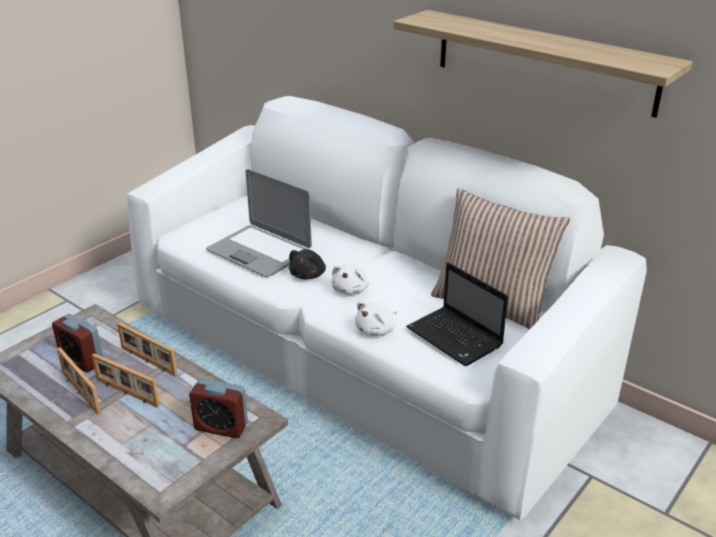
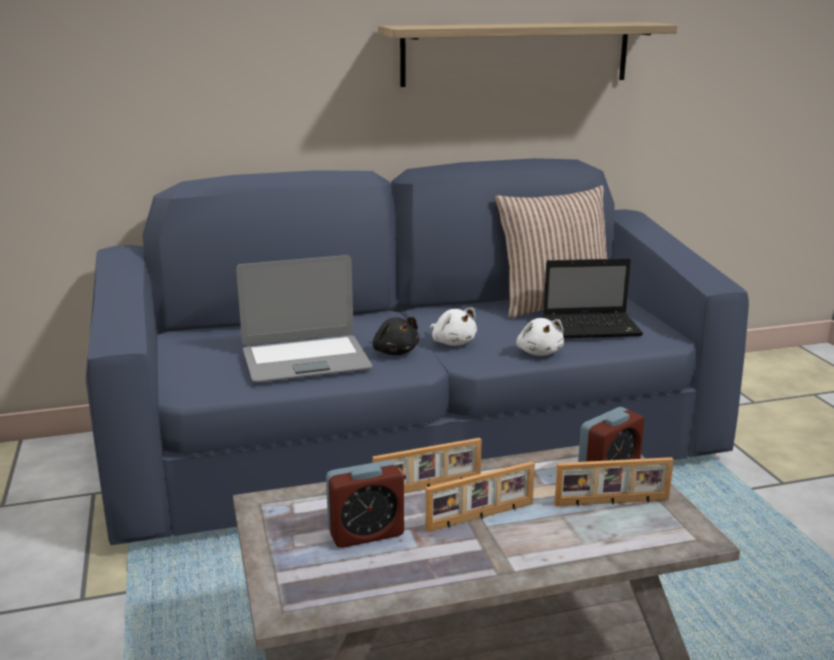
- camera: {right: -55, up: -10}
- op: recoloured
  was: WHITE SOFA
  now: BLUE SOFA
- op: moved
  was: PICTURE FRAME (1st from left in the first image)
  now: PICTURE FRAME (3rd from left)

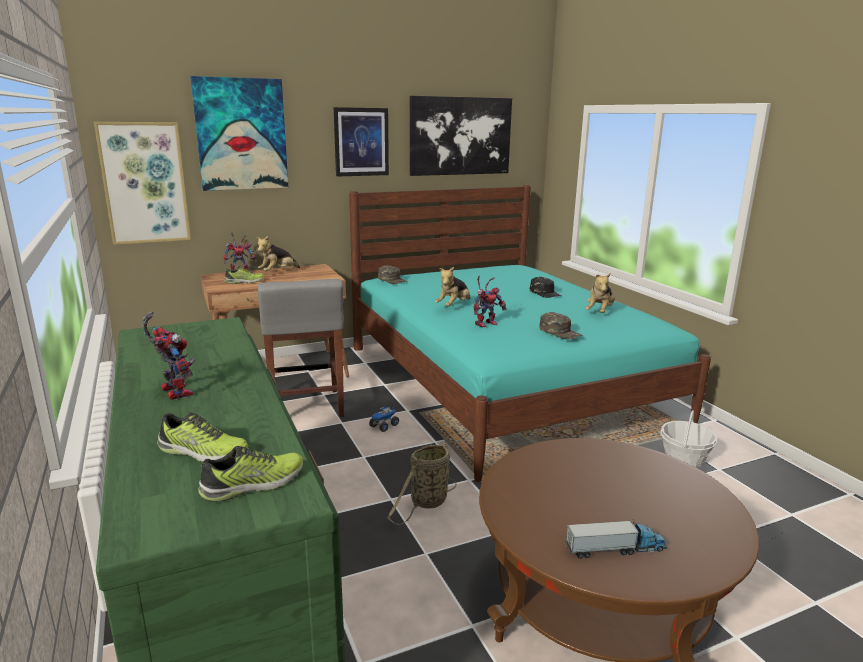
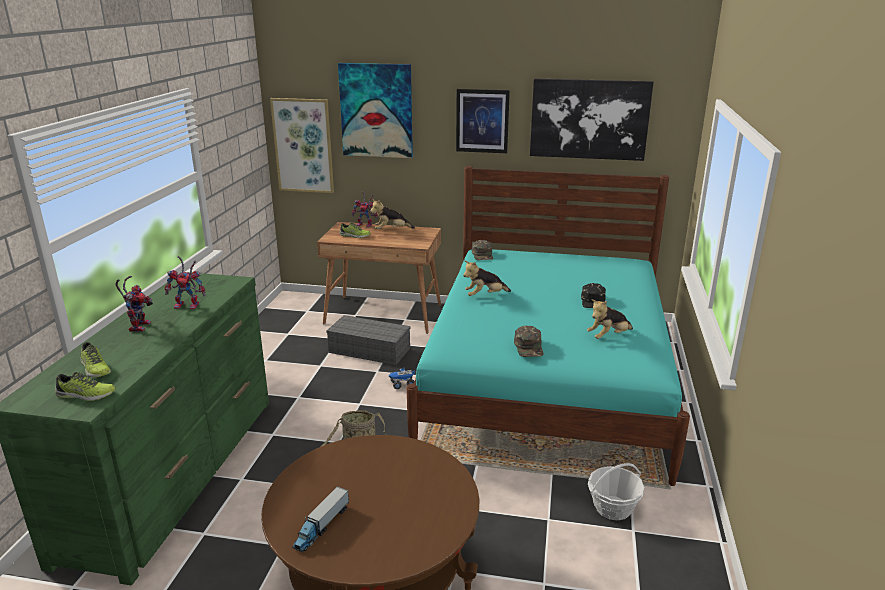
- camera: {right: 35, up: 5}
- op: moved
  was: TOY ROBOT (3rd from left in the first image)
  now: TOY ROBOT (2nd from left)
- op: turned
  was: TOY TRUCK (2nd from left in the first image)
  clockwise: 90
- op: replaced
  was: GREY STOOL
  now: GREY STORAGE BOX

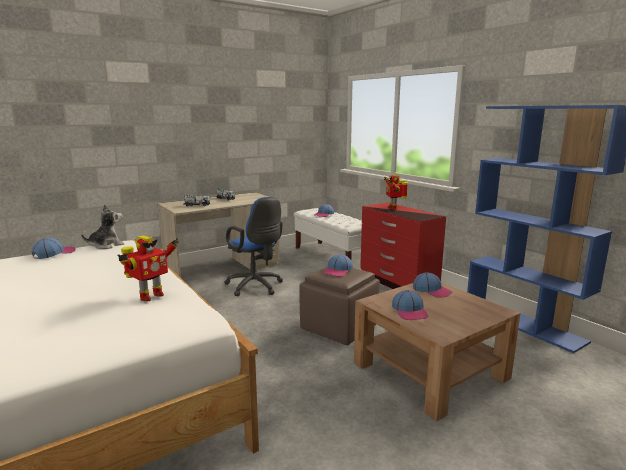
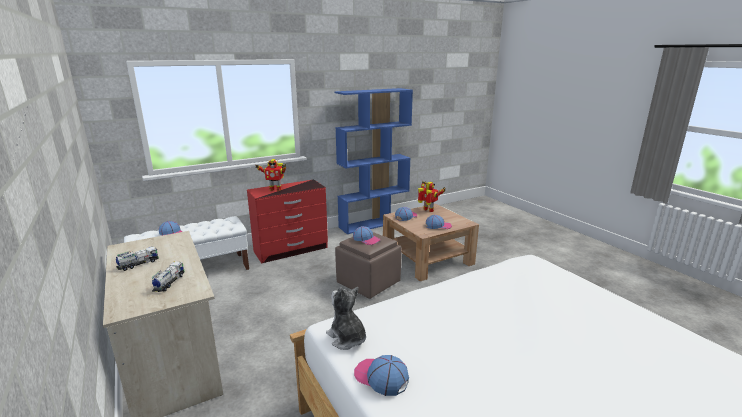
- camera: {right: -85, up: 5}
- op: moved
  was: TOY ROBOT (1st from left in the first image)
  now: TOY ROBOT (2nd from left)
- op: removed
  was: BLUE OFFICE CHAIR

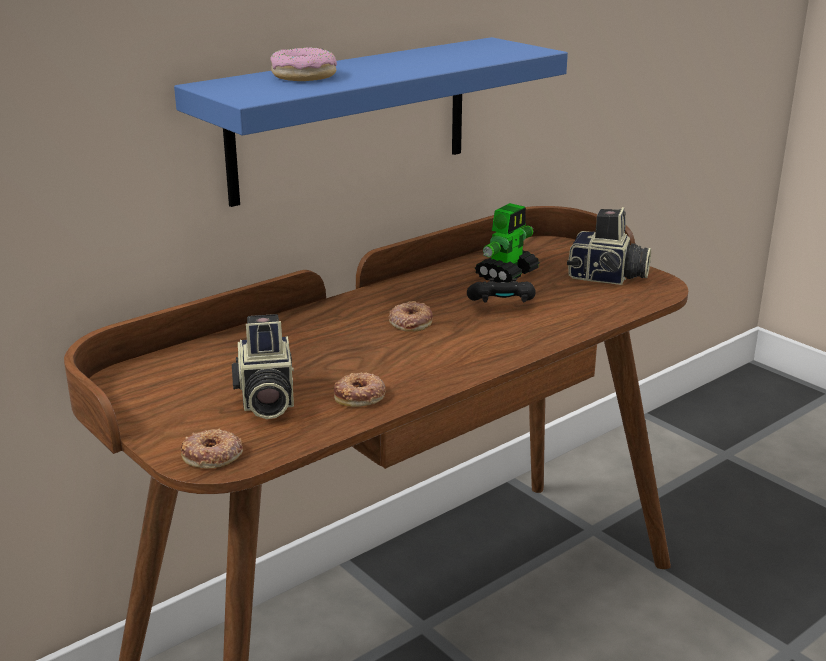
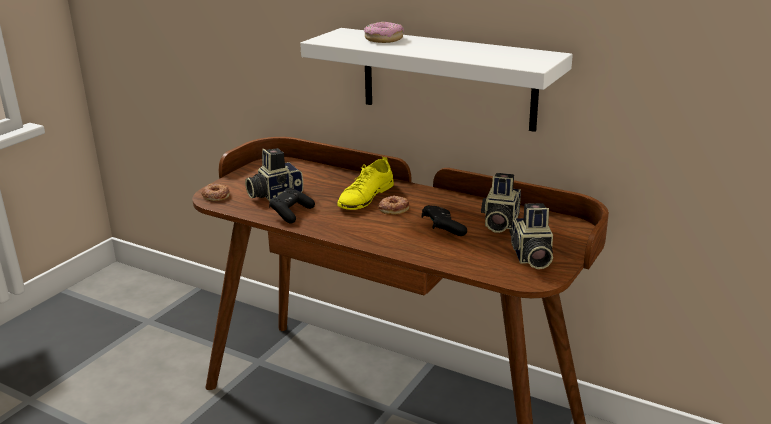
- camera: {right: 70, up: 0}
- op: replaced
  was: DONUT (3rd from left)
  now: BLACK GAME CONTROLLER (1st from left)
- op: recoloured
  was: BLUE SHELF
  now: WHITE SHELF
- op: added
  now: YELLOW SHOE
- op: replaced
  was: TOY ROBOT
  now: PHOTO CAMERA (2nd from left)

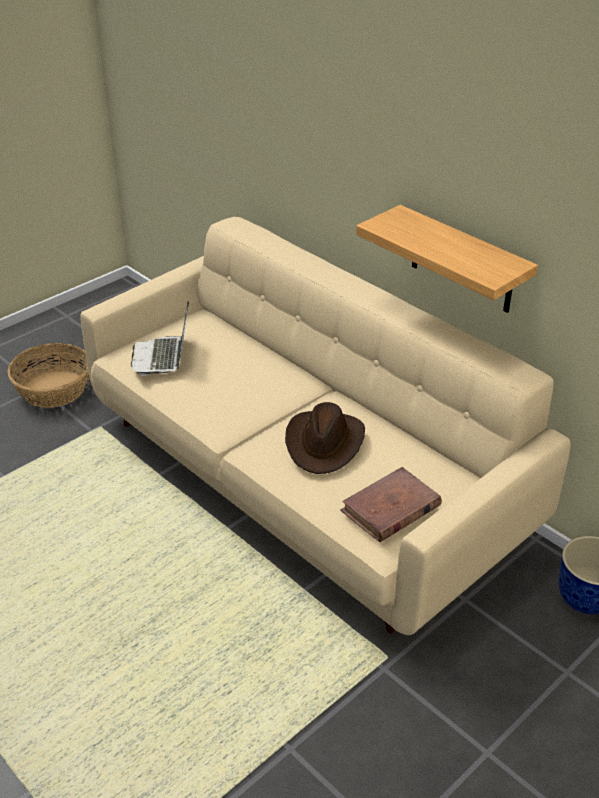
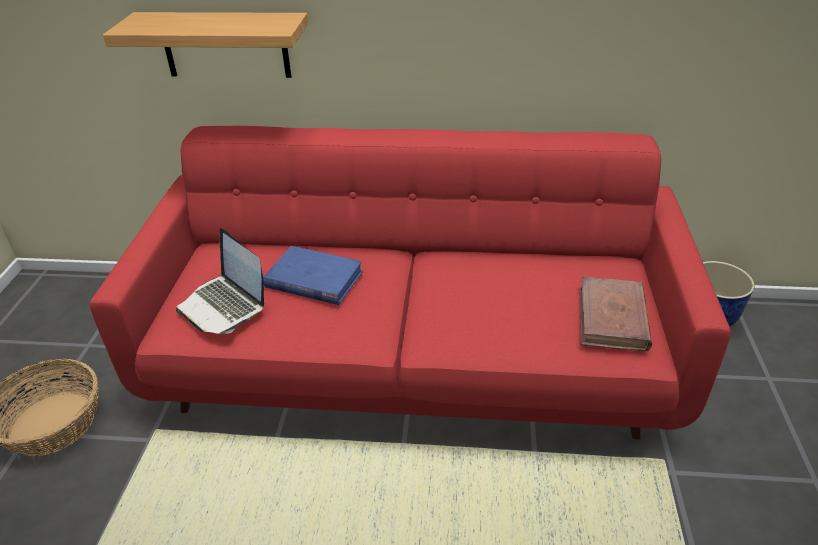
- camera: {right: -40, up: 0}
- op: recoloured
  was: BEIGE SOFA
  now: RED SOFA
- op: moved
  was: SHELF
- op: added
  now: BLUE BOOK
- op: removed
  was: BROWN HAT

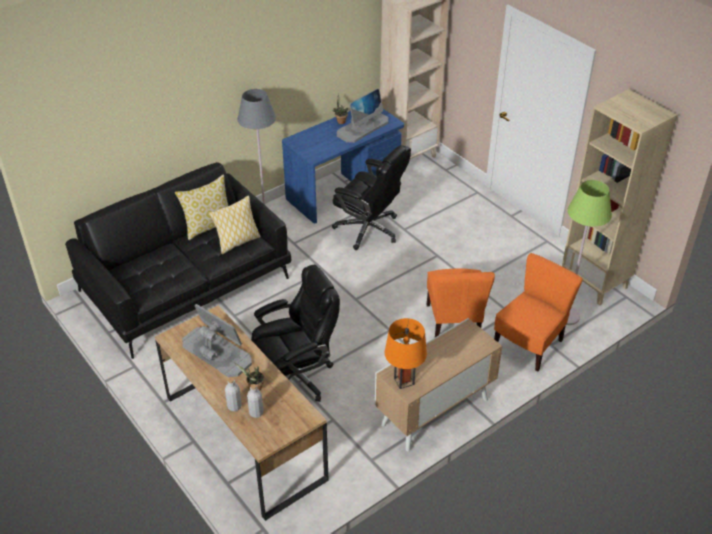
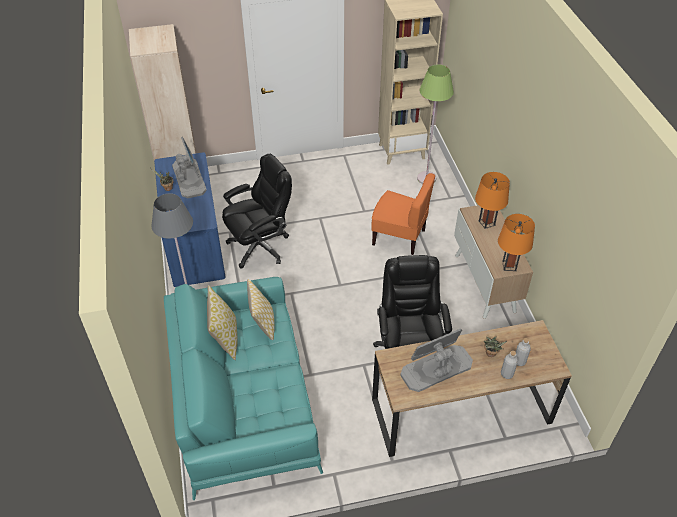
- camera: {right: -65, up: 5}
- op: recoloured
  was: BLACK SOFA
  now: TURQUOISE SOFA
- op: added
  now: ORANGE TABLE LAMP (1st from left)
- op: removed
  was: ORANGE CHAIR (2nd from left)

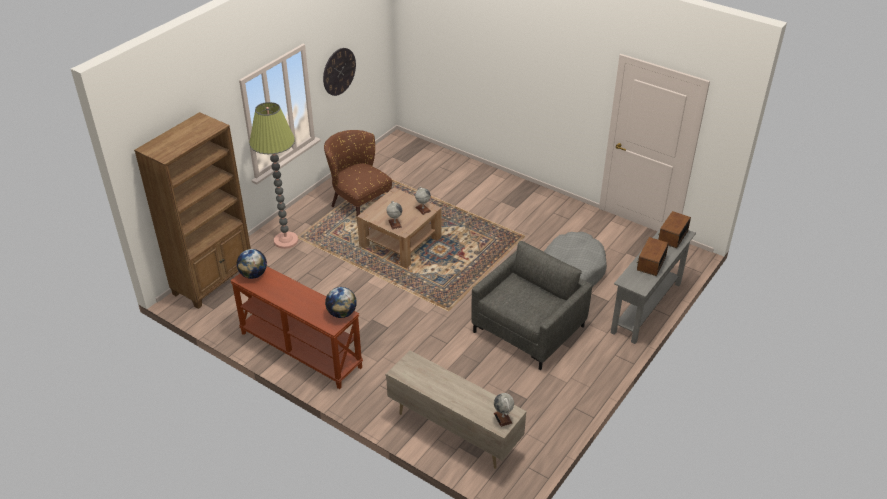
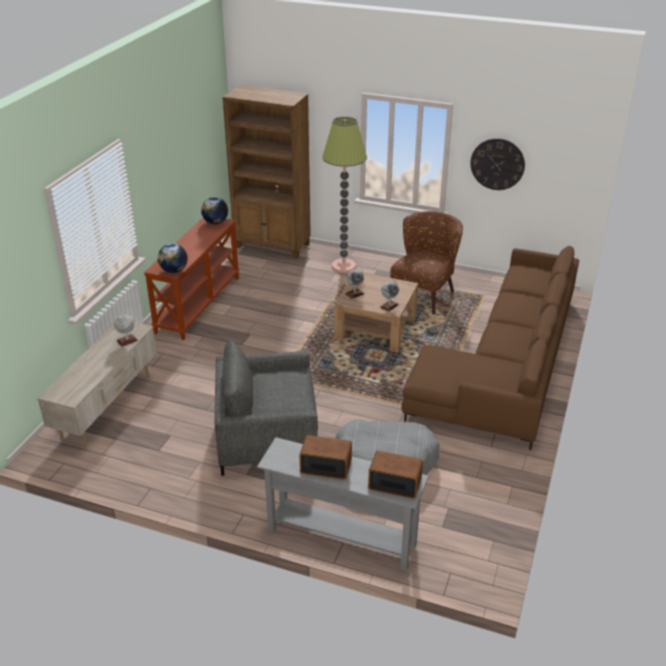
- camera: {right: 75, up: -5}
- op: moved
  was: GLOBE (5th from left in the first image)
  now: GLOBE (1st from left)
- op: turned
  was: GREY ARMCHAIR
  clockwise: 150
- op: added
  now: BROWN SOFA

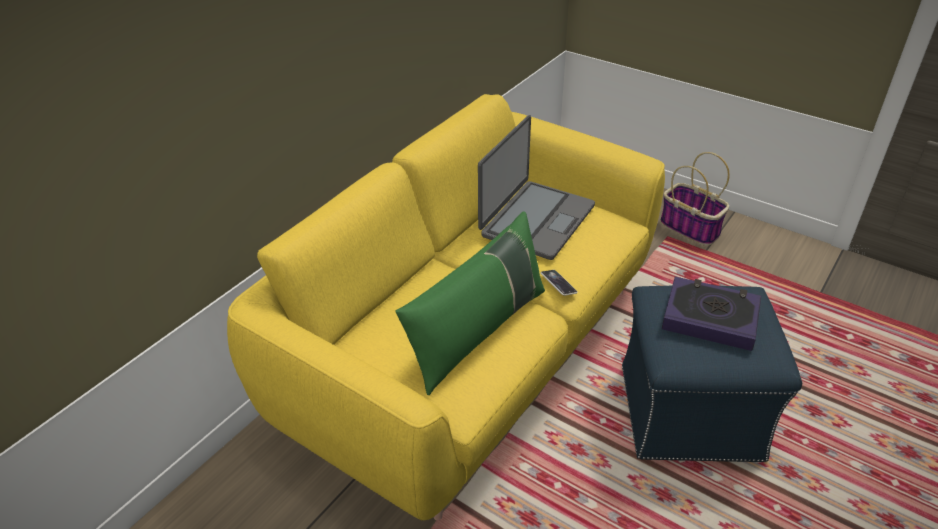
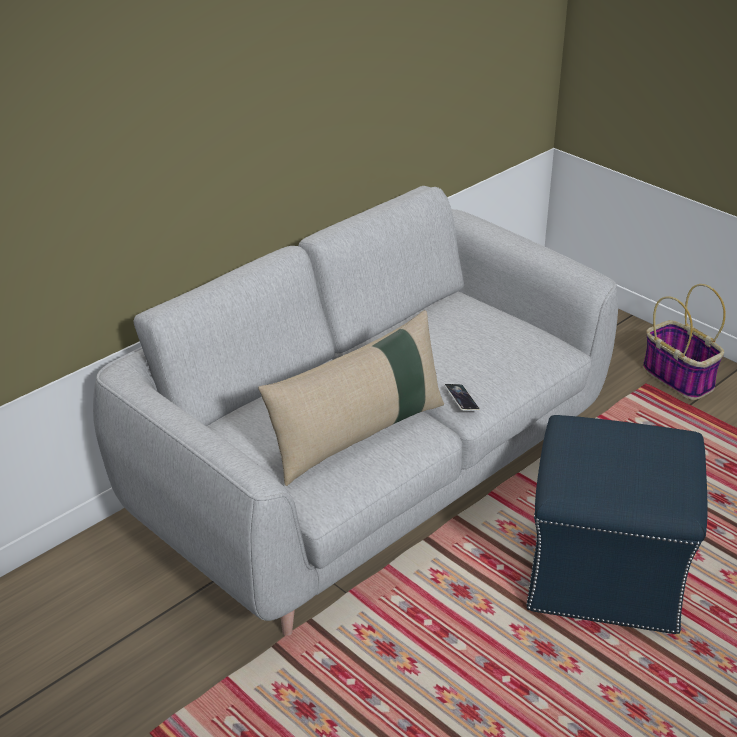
- camera: {right: 10, up: -5}
- op: recoloured
  was: YELLOW SOFA
  now: GREY SOFA
- op: recoloured
  was: GREEN PILLOW
  now: BEIGE PILLOW
- op: removed
  was: LAPTOP
- op: removed
  was: BOOK

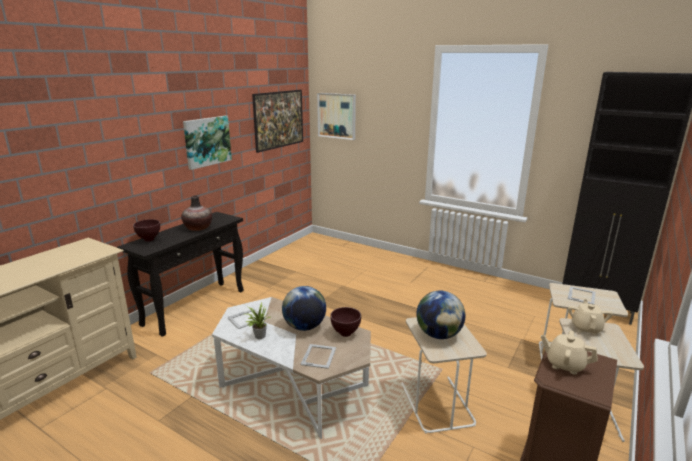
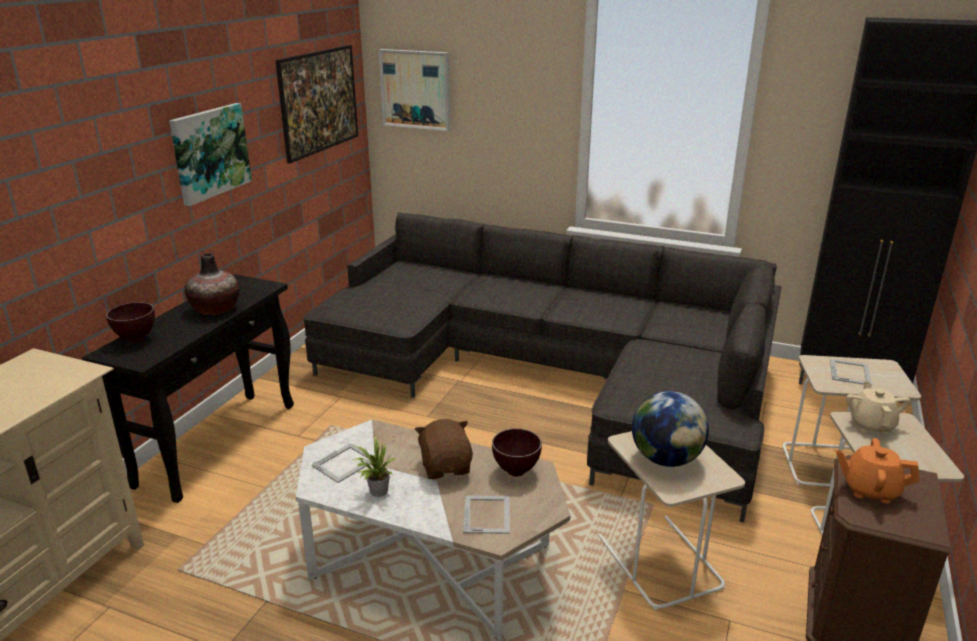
- camera: {right: -10, up: 5}
- op: added
  now: GREY SOFA
- op: replaced
  was: GLOBE (1st from left)
  now: BROWN PLUSH TOY
- op: recoloured
  was: BEIGE TEAPOT (1st from left)
  now: ORANGE TEAPOT

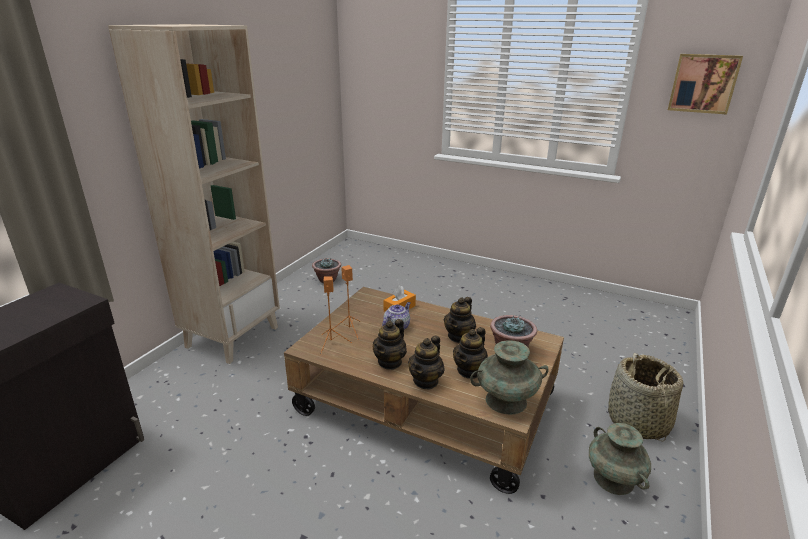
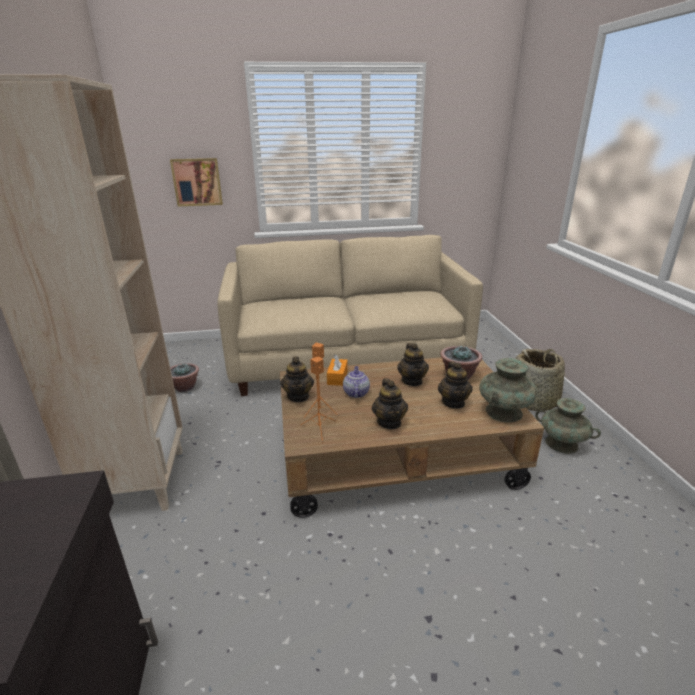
- camera: {right: -35, up: 0}
- op: moved
  was: PICTURE
- op: added
  now: BEIGE SOFA
- op: moved
  was: TEAPOT (3rd from left in the first image)
  now: TEAPOT (1st from left)

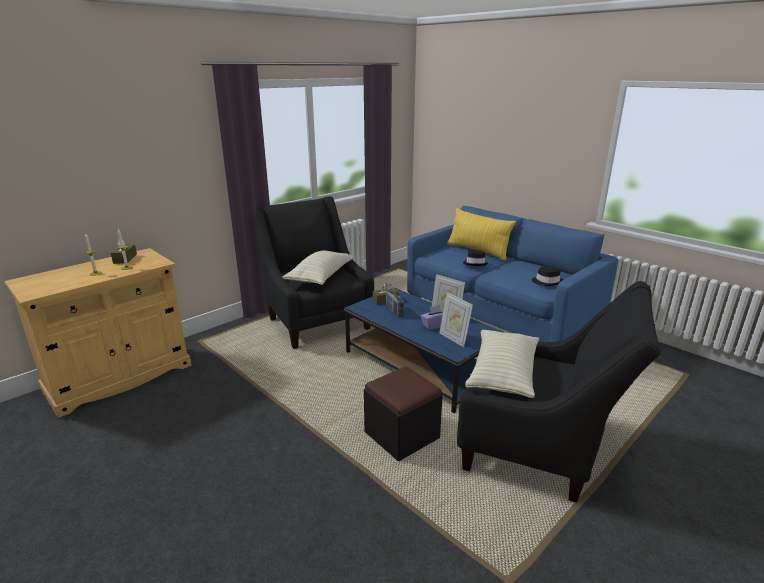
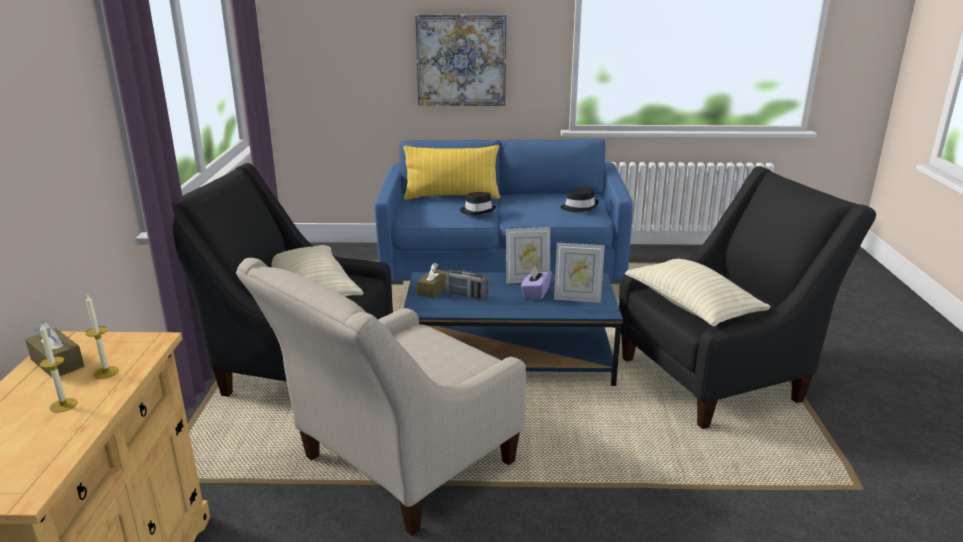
- camera: {right: -45, up: 0}
- op: added
  now: BEIGE ARMCHAIR
- op: added
  now: PICTURE
- op: removed
  was: BLACK OTTOMAN

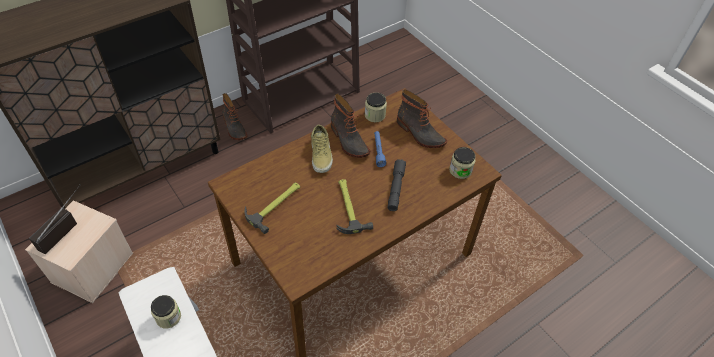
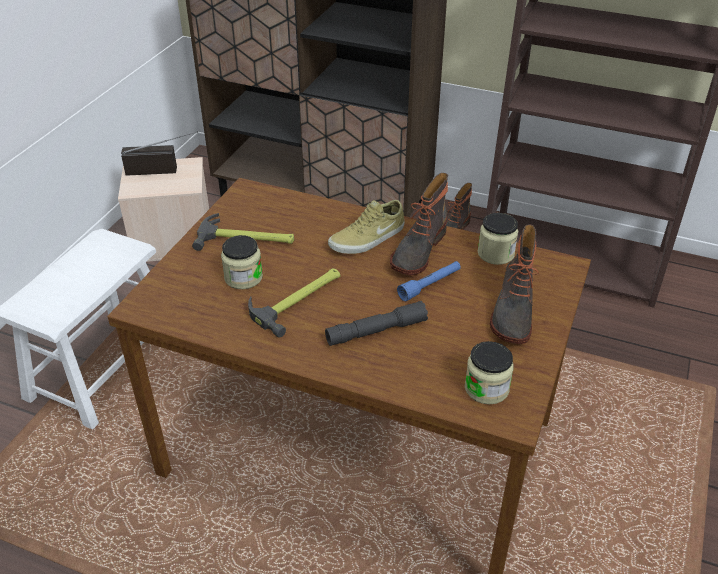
- camera: {right: 60, up: -10}
- op: moved
  was: JAR (1st from left)

